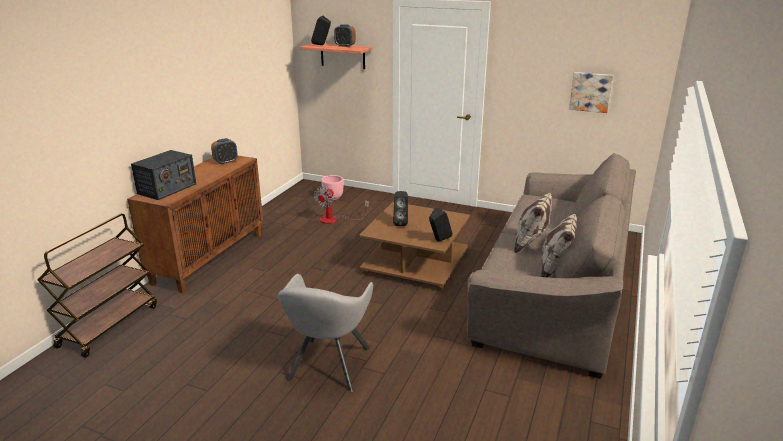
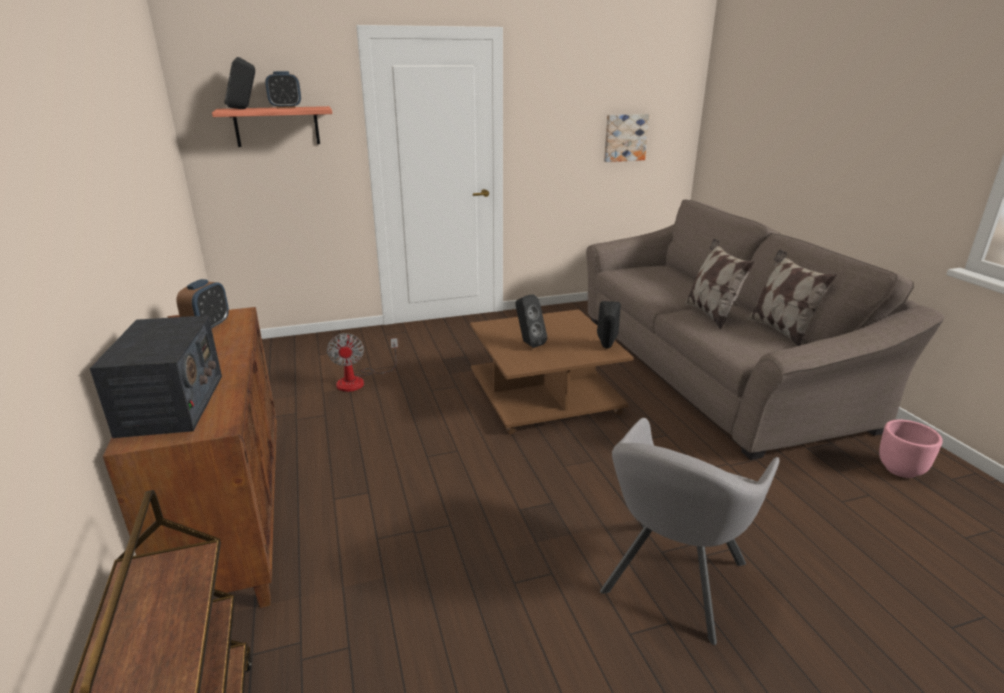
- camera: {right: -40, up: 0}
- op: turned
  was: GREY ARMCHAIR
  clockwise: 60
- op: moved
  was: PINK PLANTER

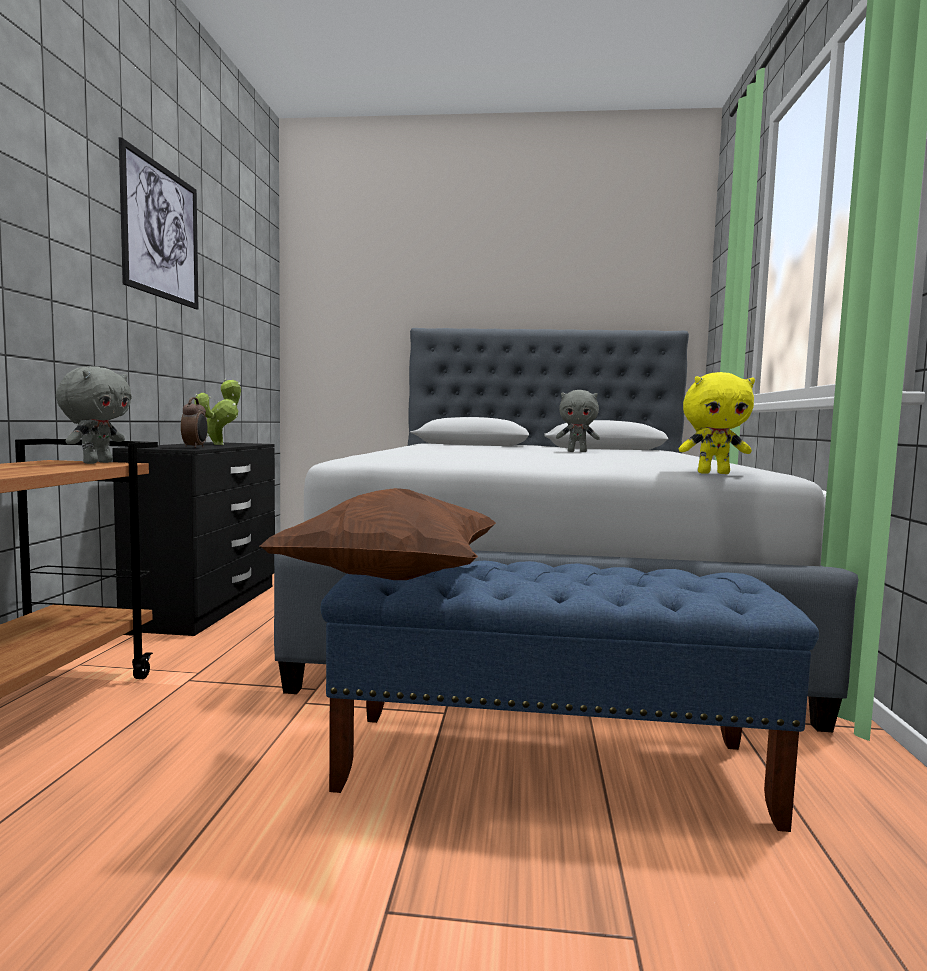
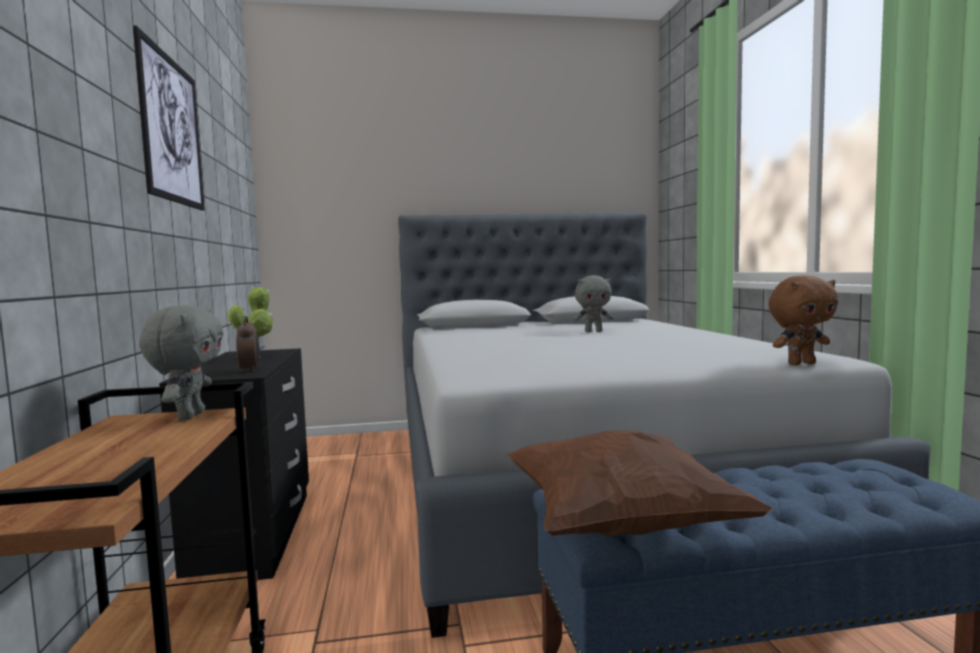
- camera: {right: -15, up: 0}
- op: recoloured
  was: YELLOW PLUSH TOY
  now: BROWN PLUSH TOY

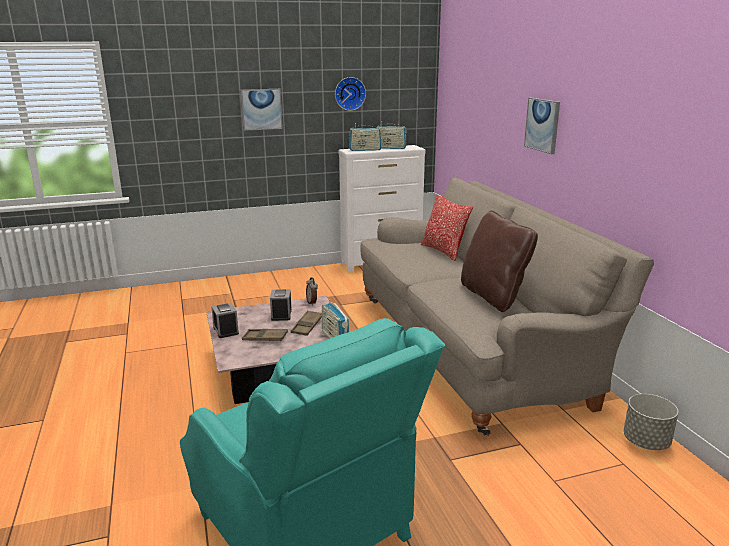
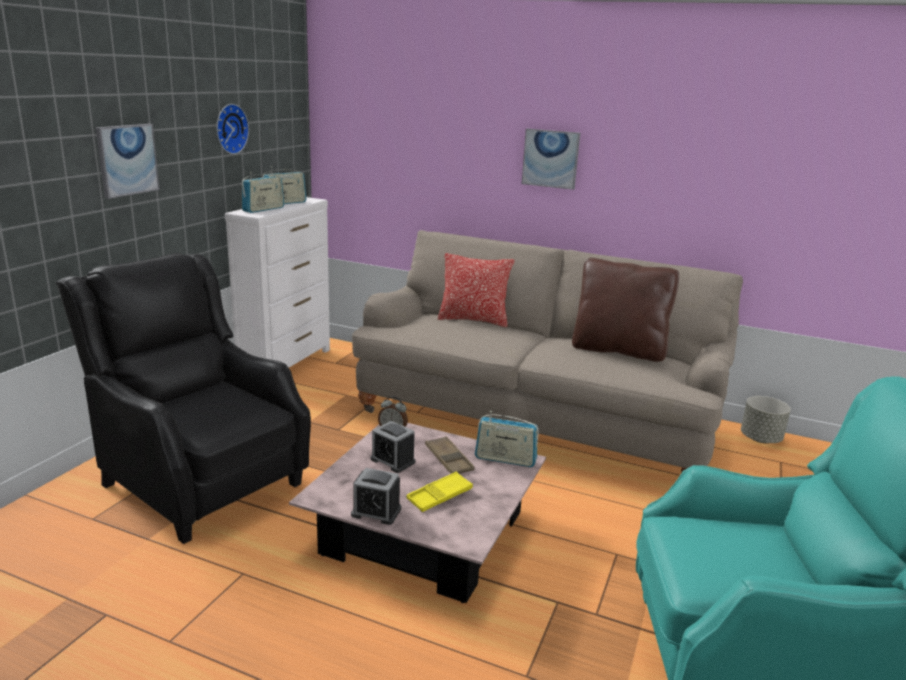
- camera: {right: -50, up: 0}
- op: added
  now: BLACK ARMCHAIR
- op: recoloured
  was: BROWN TRAY (1st from left)
  now: YELLOW TRAY

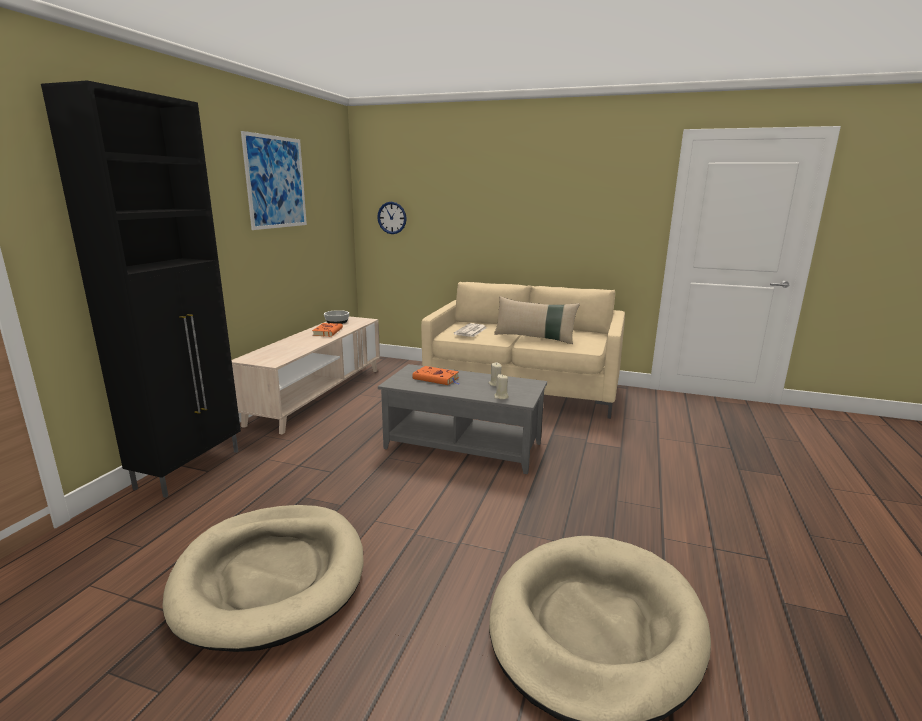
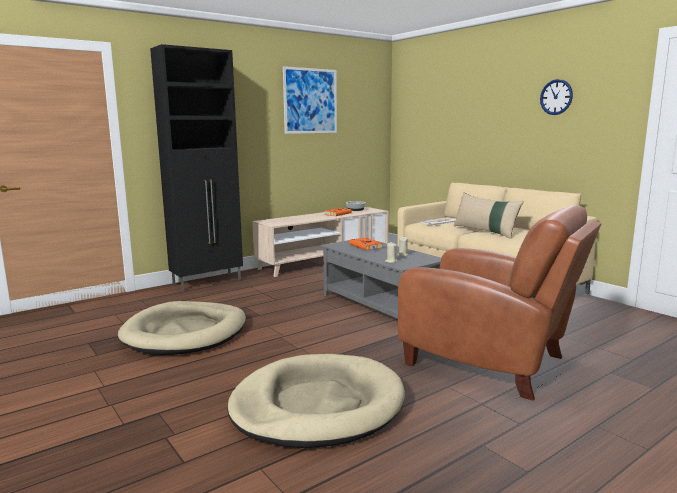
- camera: {right: 35, up: -5}
- op: added
  now: BROWN ARMCHAIR
- op: moved
  was: WALL CLOCK

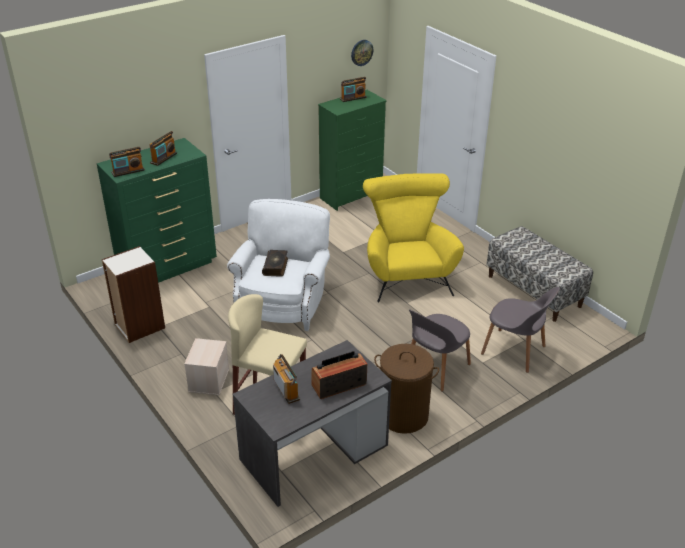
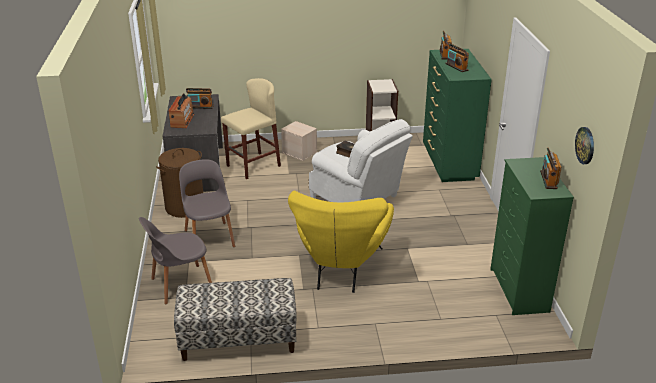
- camera: {right: 120, up: -5}
- op: turned
  was: YELLOW ARMCHAIR
  clockwise: 75

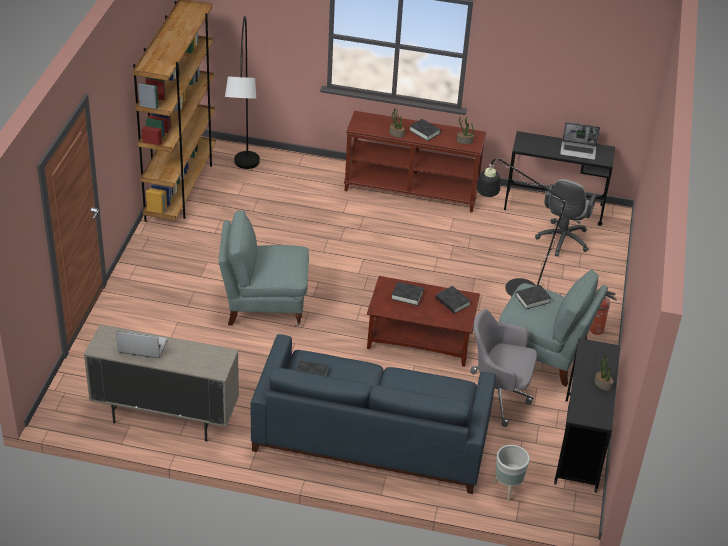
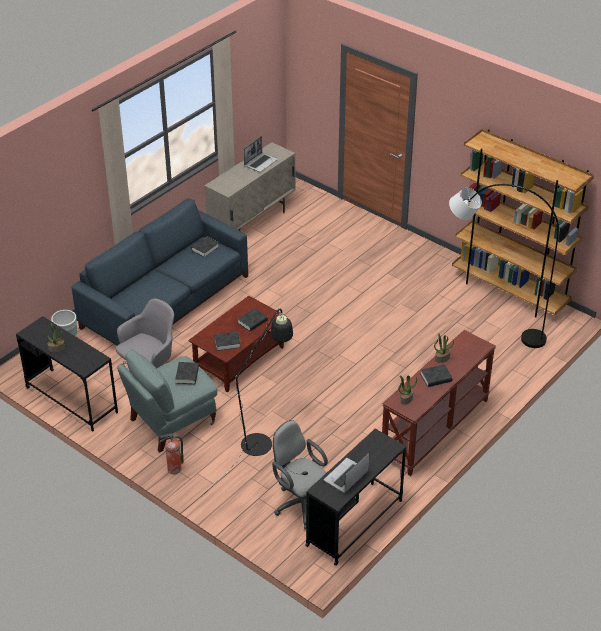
- camera: {right: 120, up: 0}
- op: removed
  was: GREY ARMCHAIR (1st from left)

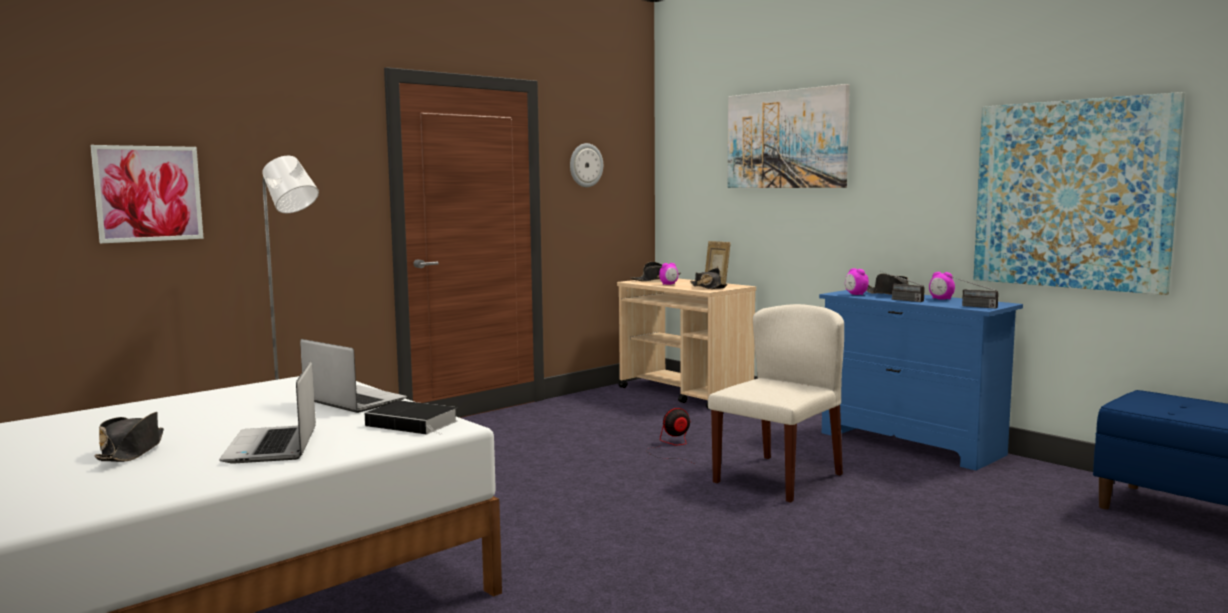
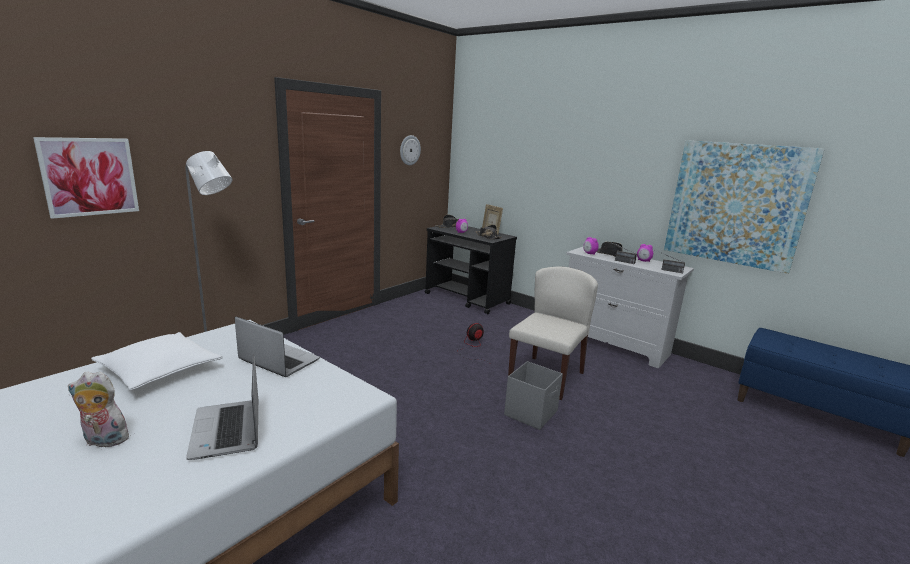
- camera: {right: -10, up: 10}
- op: replaced
  was: BLACK HAT (1st from left)
  now: PLUSH TOY
- op: added
  now: WHITE PILLOW
- op: recoloured
  was: BEIGE CART
  now: BLACK CART
- op: added
  now: GREY STORAGE BOX
- op: recoloured
  was: BLUE DRESSER
  now: WHITE DRESSER
- op: removed
  was: BOOK
- op: removed
  was: PICTURE (2nd from left)

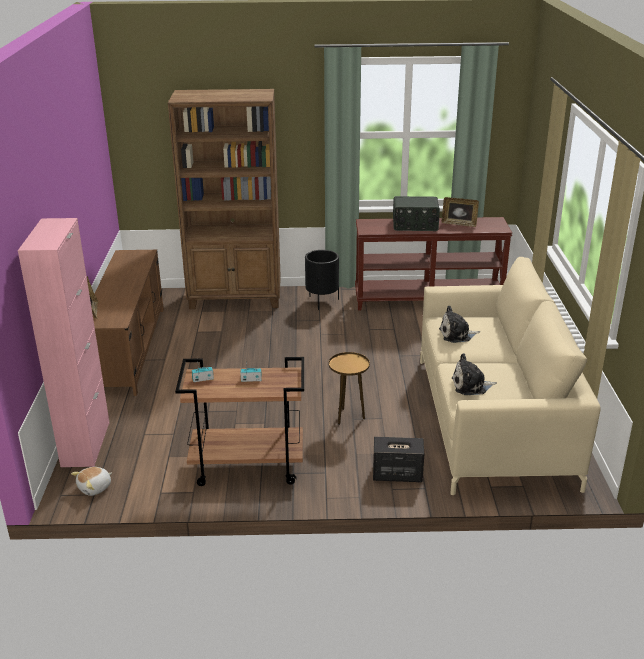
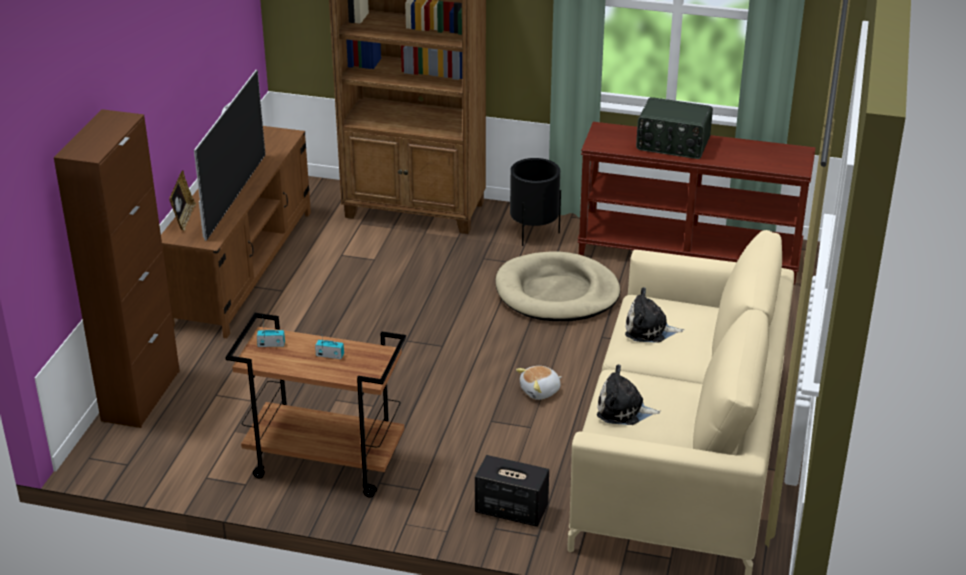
- camera: {right: 15, up: 5}
- op: recoloured
  was: PINK CABINET
  now: BROWN CABINET
- op: added
  now: TELEVISION
- op: added
  now: BEIGE DOG BED
- op: moved
  was: PLUSH TOY (1st from left)
- op: removed
  was: BROWN SIDE TABLE
- op: removed
  was: PICTURE FRAME (2nd from left)

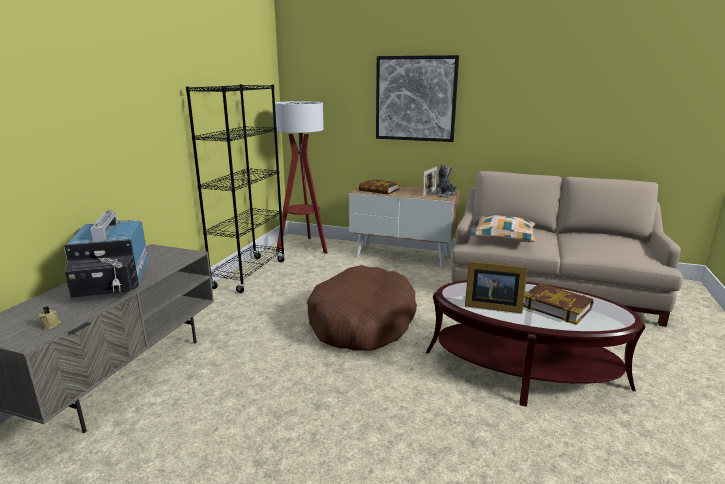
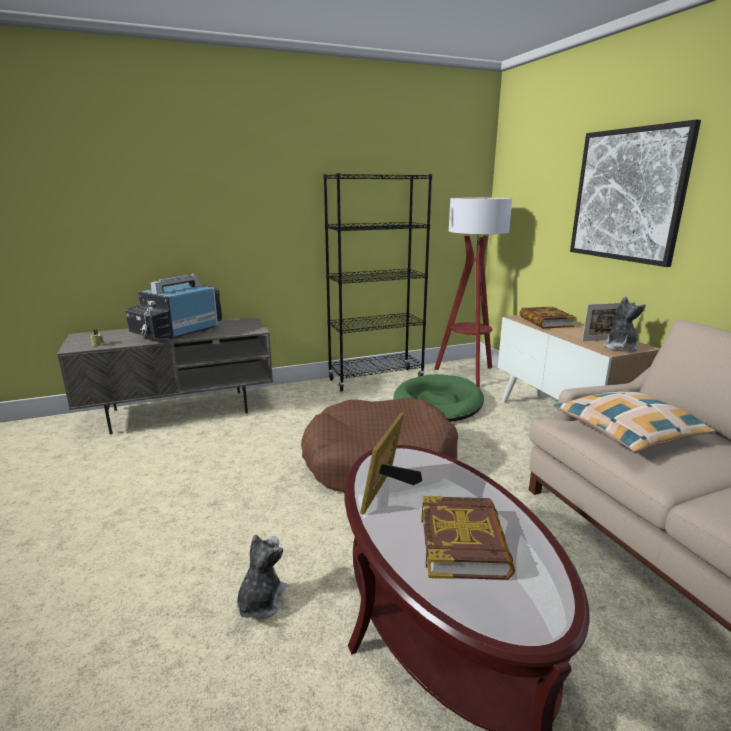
- camera: {right: 50, up: 0}
- op: added
  now: PLUSH TOY (1st from left)
- op: turned
  was: PICTURE FRAME (2nd from left in the first image)
  clockwise: 45
- op: added
  now: GREEN DOG BED

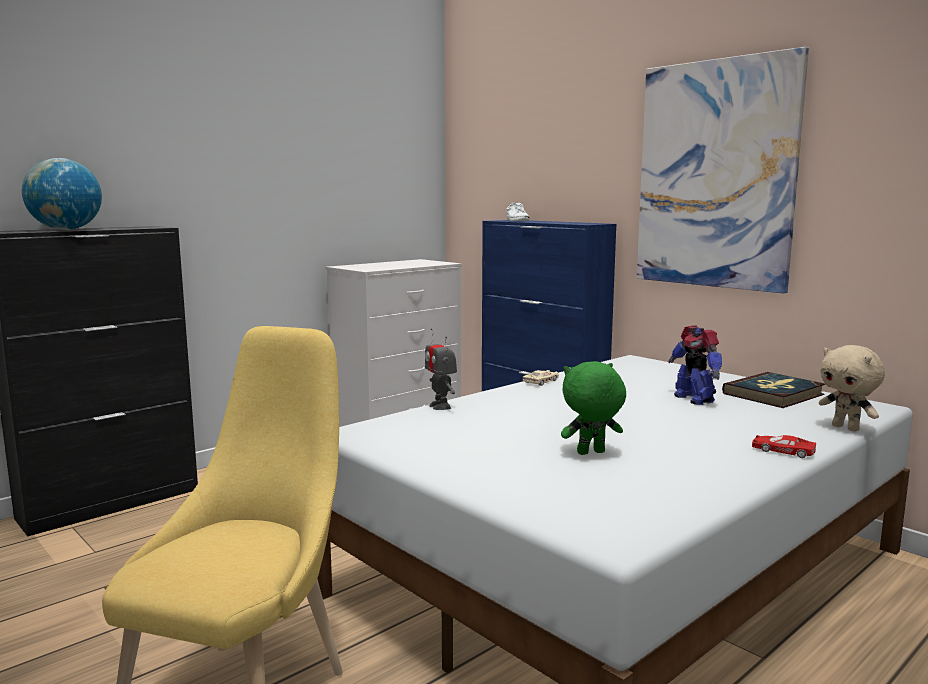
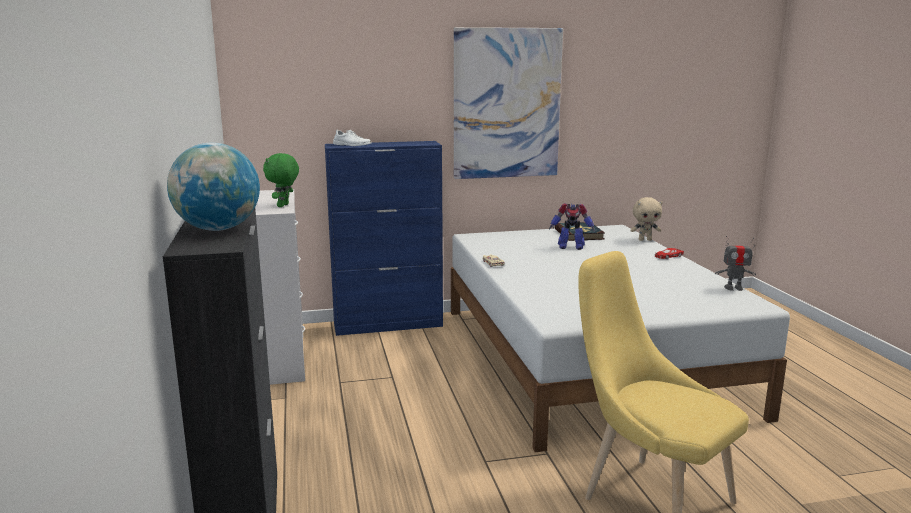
- camera: {right: -60, up: 5}
- op: moved
  was: GREEN PLUSH TOY
- op: moved
  was: TOY ROBOT (1st from left in the first image)
  now: TOY ROBOT (2nd from left)

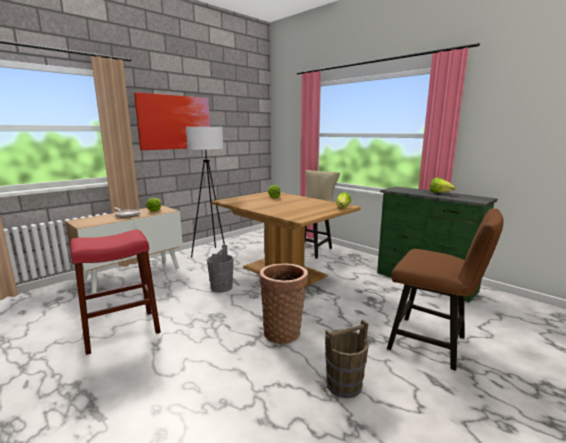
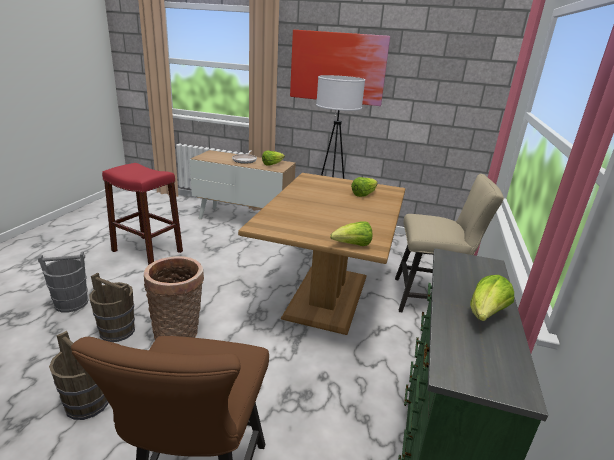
- camera: {right: 60, up: 10}
- op: moved
  was: GREY BUCKET
- op: added
  now: BROWN BUCKET (2nd from left)

